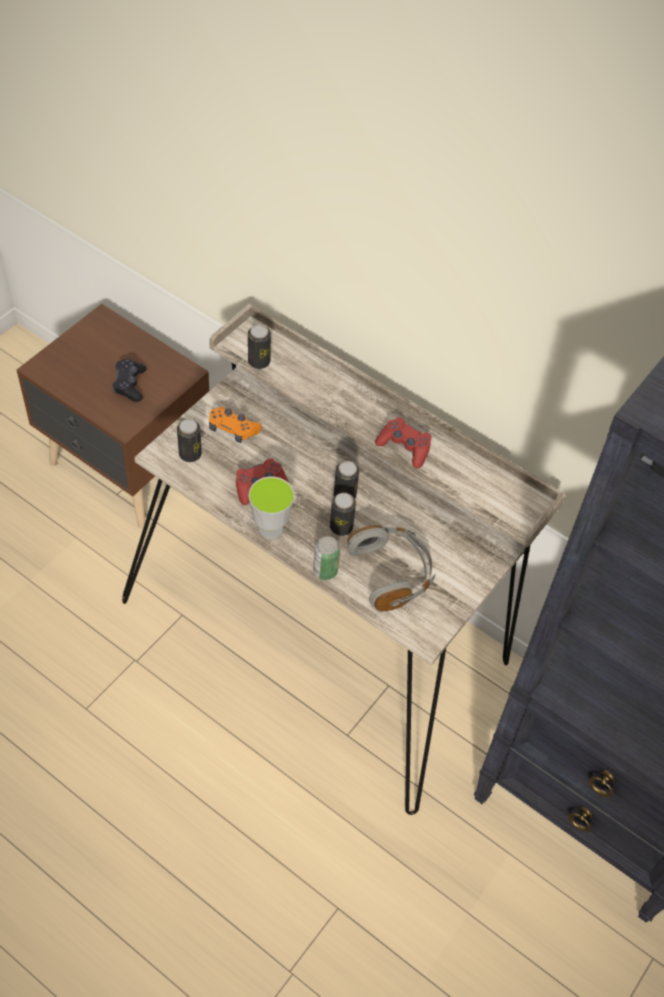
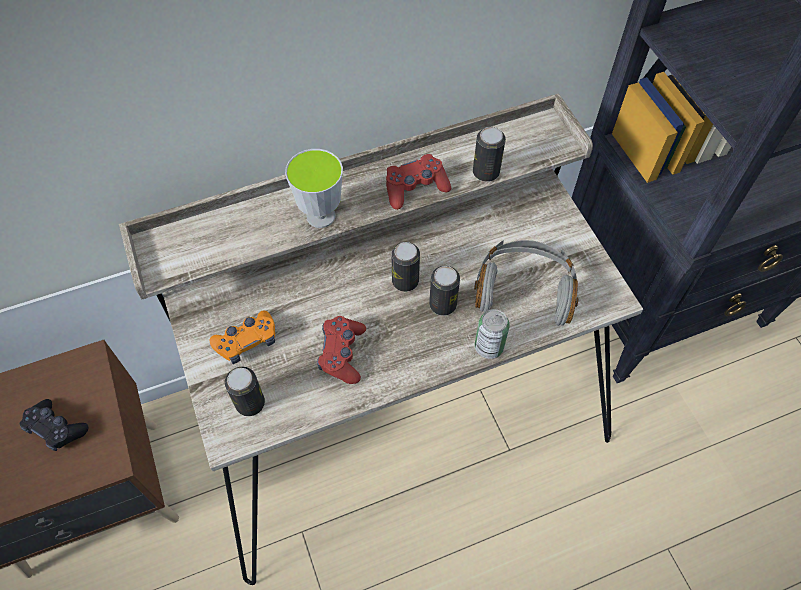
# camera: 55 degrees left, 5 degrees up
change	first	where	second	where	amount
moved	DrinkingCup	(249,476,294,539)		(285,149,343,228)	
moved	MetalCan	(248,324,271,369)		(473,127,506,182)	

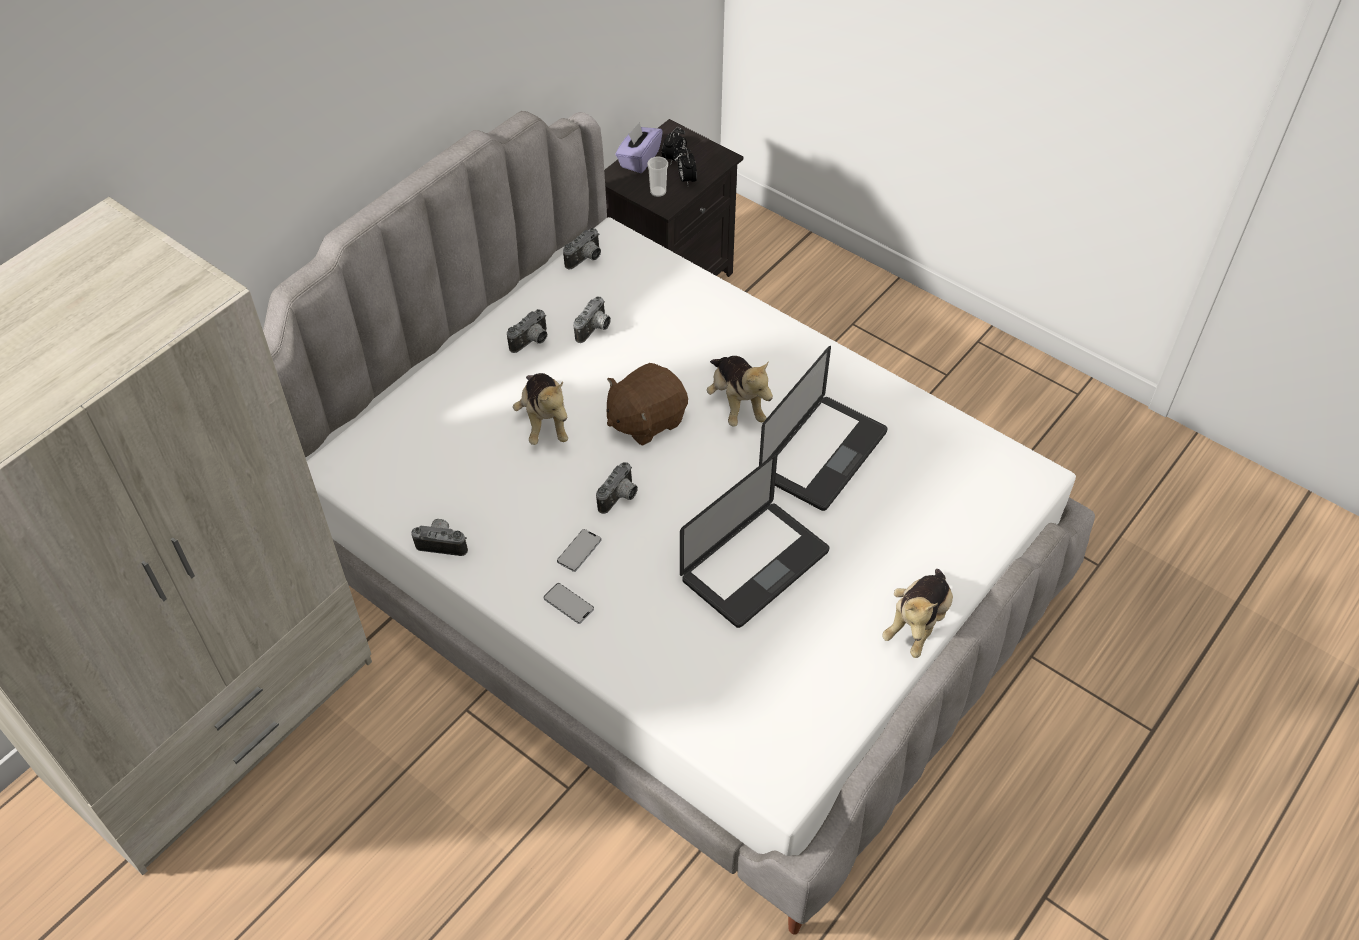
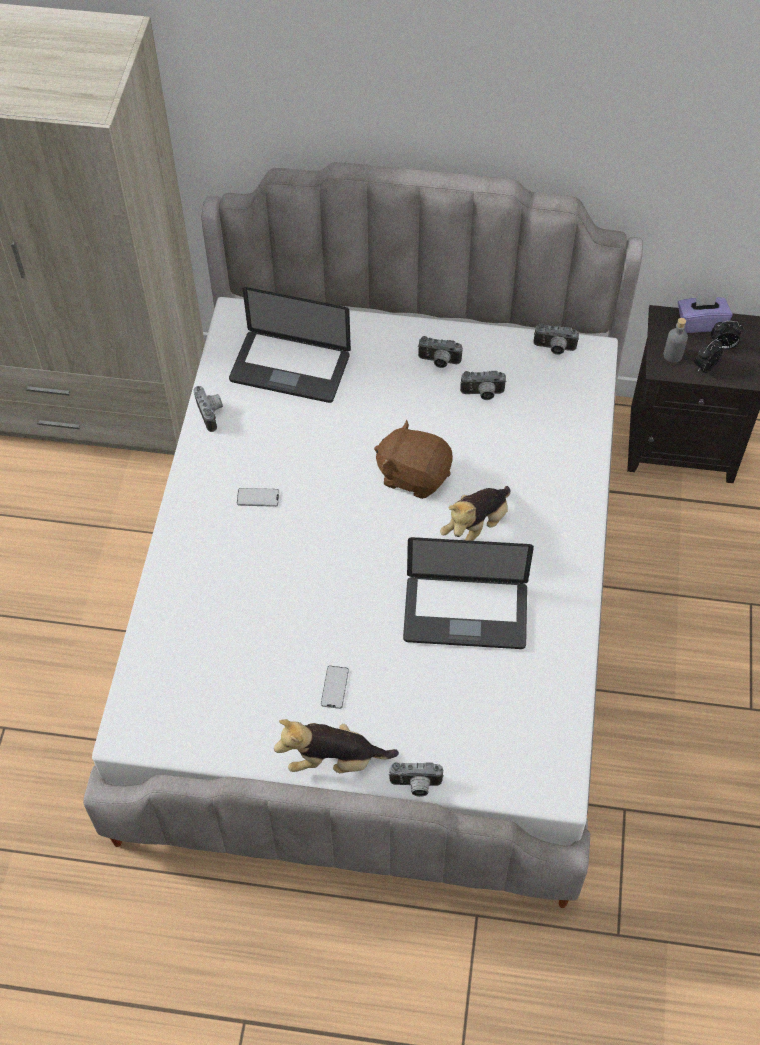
# camera: 60 degrees right, 5 degrees up
change	first	where	second	where	amount
moved	Laptop	(680,454,829,628)		(229,287,351,403)	
moved	Telephone	(544,583,594,624)		(321,666,349,709)	
moved	StillCamera	(596,462,638,514)		(389,762,444,797)	
replaced	DrinkingCup	(647,156,668,197)	GrayDrinkBottle	(663,318,688,363)	
removed	PlushToy	(513,373,568,445)			

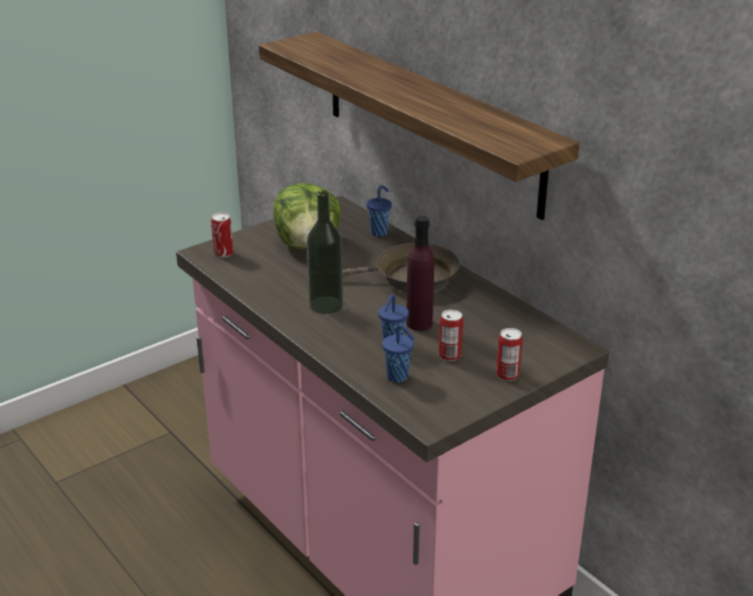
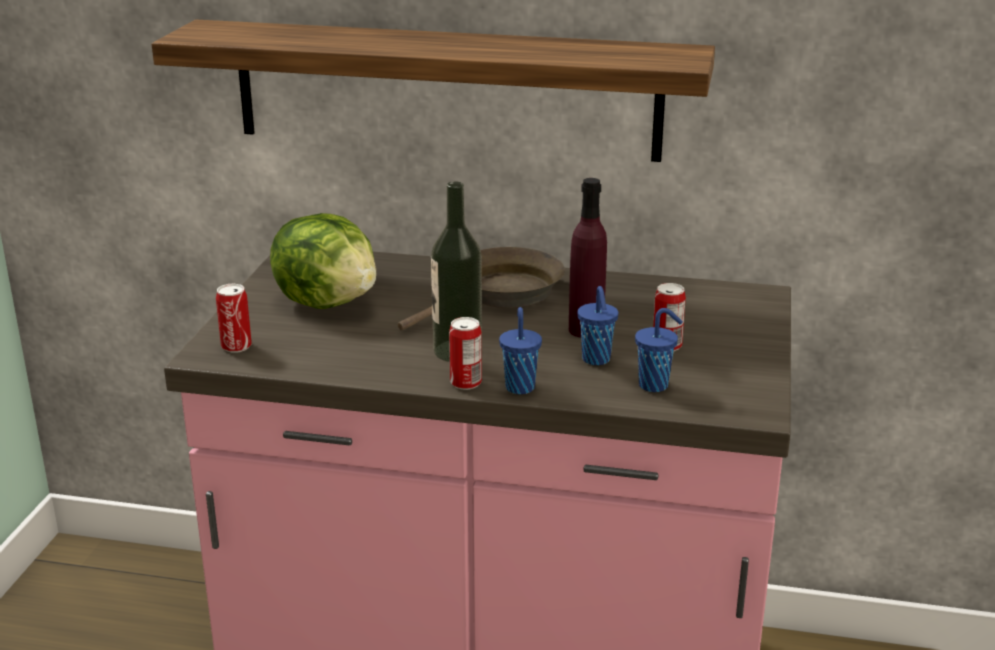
# camera: 40 degrees left, 5 degrees down
change	first	where	second	where	amount
moved	MetalCan	(496,328,523,381)		(449,317,482,390)	
moved	BlueColouredDrinkingCup	(366,185,392,237)		(499,307,542,394)	

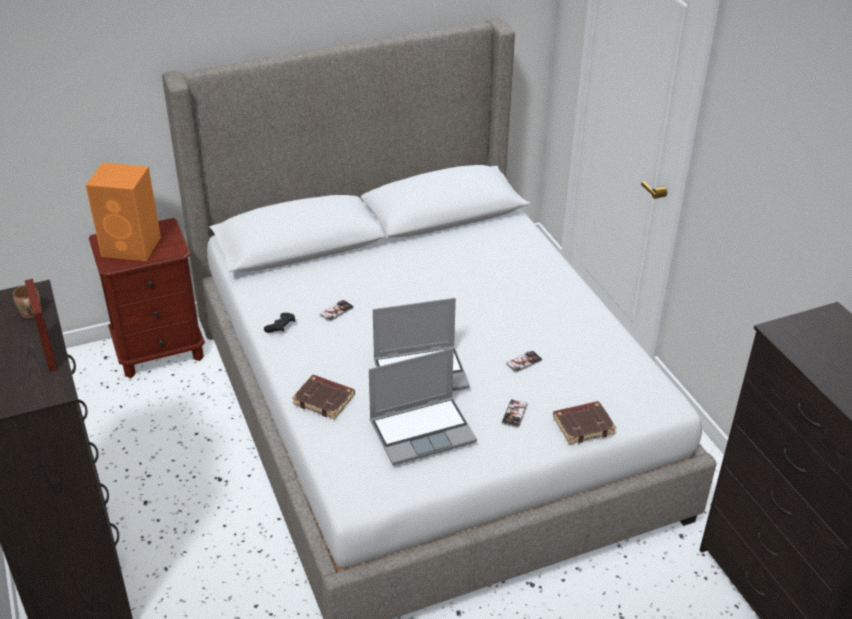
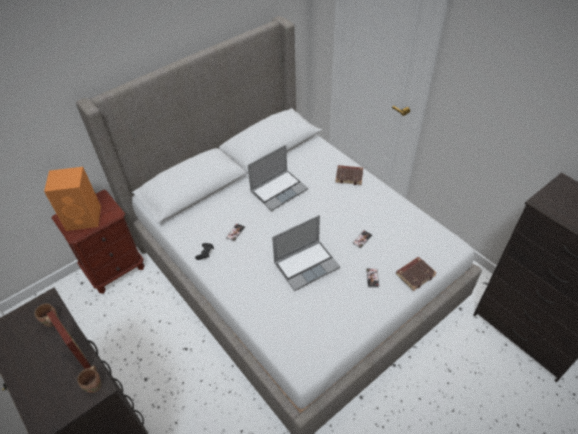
# camera: 15 degrees left, 10 degrees up
change	first	where	second	where	amount
added			BrownMug	(77,365,101,393)	
moved	Laptop	(369,348,477,465)		(248,144,308,211)	
moved	BrownBoundBook	(292,375,355,419)		(336,165,363,185)	

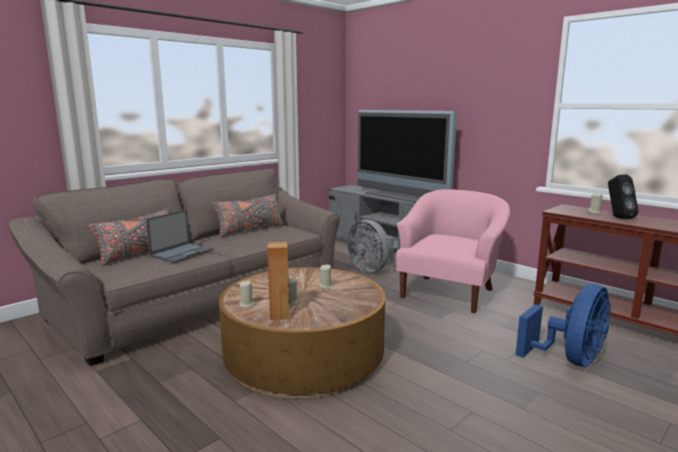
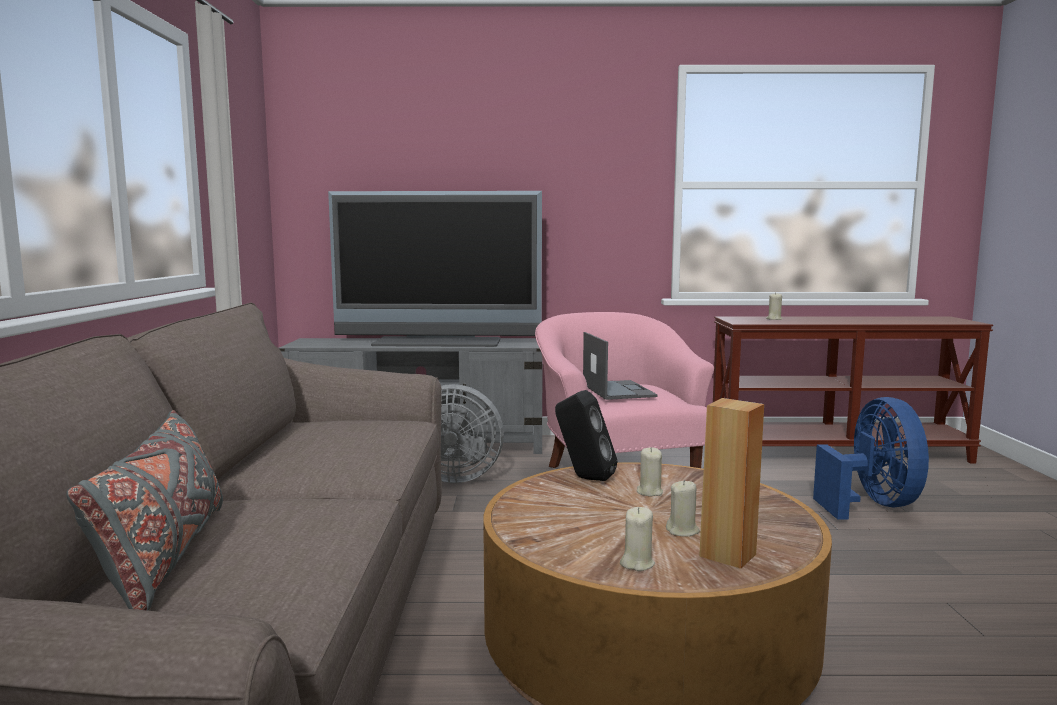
# camera: 45 degrees left, 5 degrees down
change	first	where	second	where	amount
moved	BlackColouredSpeaker	(608,174,638,219)		(555,390,617,481)	
moved	Laptop	(146,210,213,263)		(583,332,658,400)	
removed	GrayCushion	(212,193,284,237)			

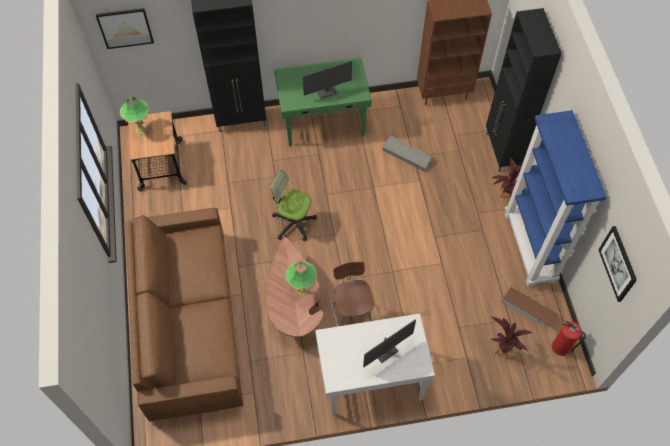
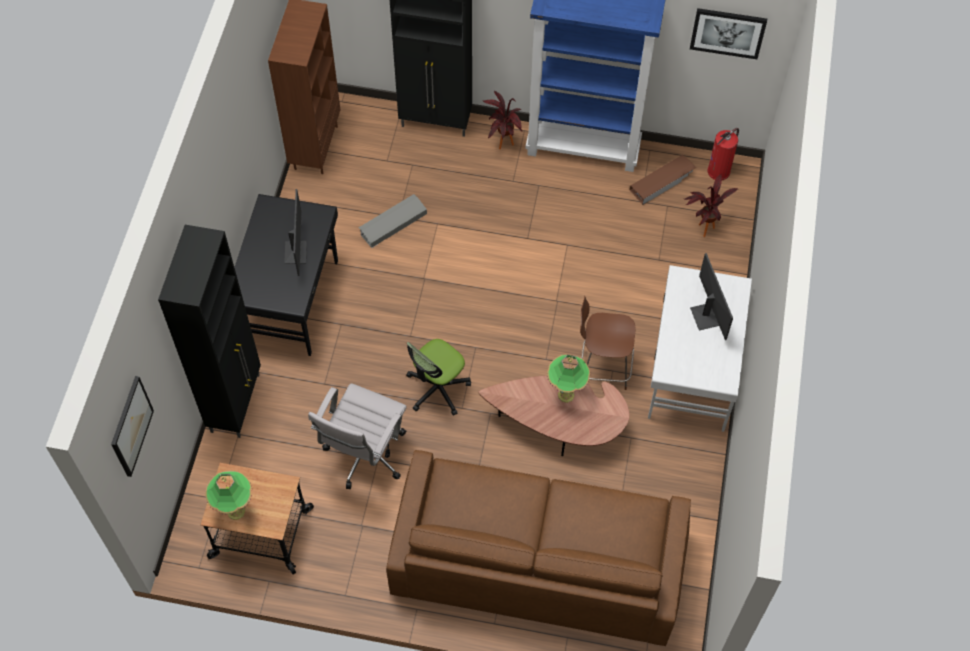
# camera: 70 degrees left, 0 degrees up
change	first	where	second	where	amount
recoloured	GreenColouredDeskUnit	(274,58,372,147)	BlackColouredDeskUnit	(234,194,338,356)	
added			WhitishComputerChair	(308,383,407,489)	

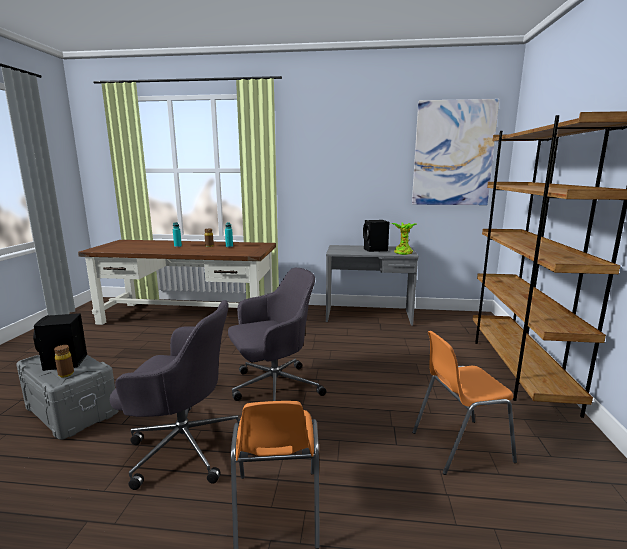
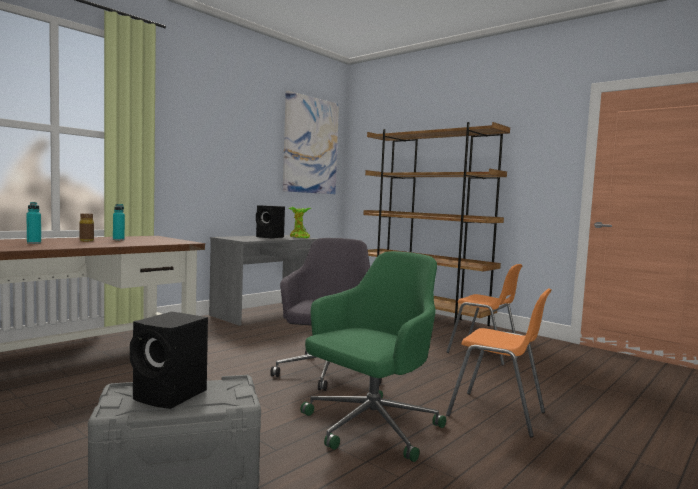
# camera: 55 degrees left, 10 degrees down
change	first	where	second	where	amount
recoloured	GrayComputerChair	(110,300,241,490)	GreenColouredComputerChair	(300,251,446,462)	
turned	OrangeChair	(412,331,517,475)		(447,264,523,365)	75 degrees counterclockwise
removed	BrownDrinkBottle	(54,345,74,377)			

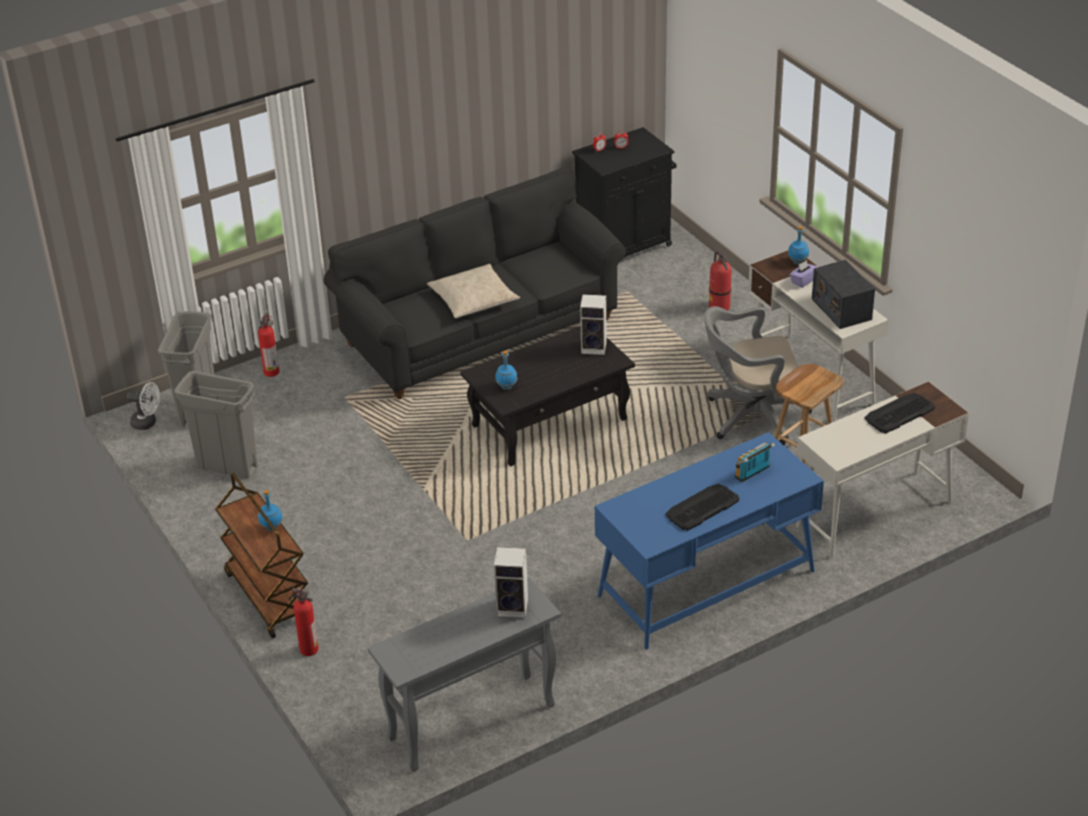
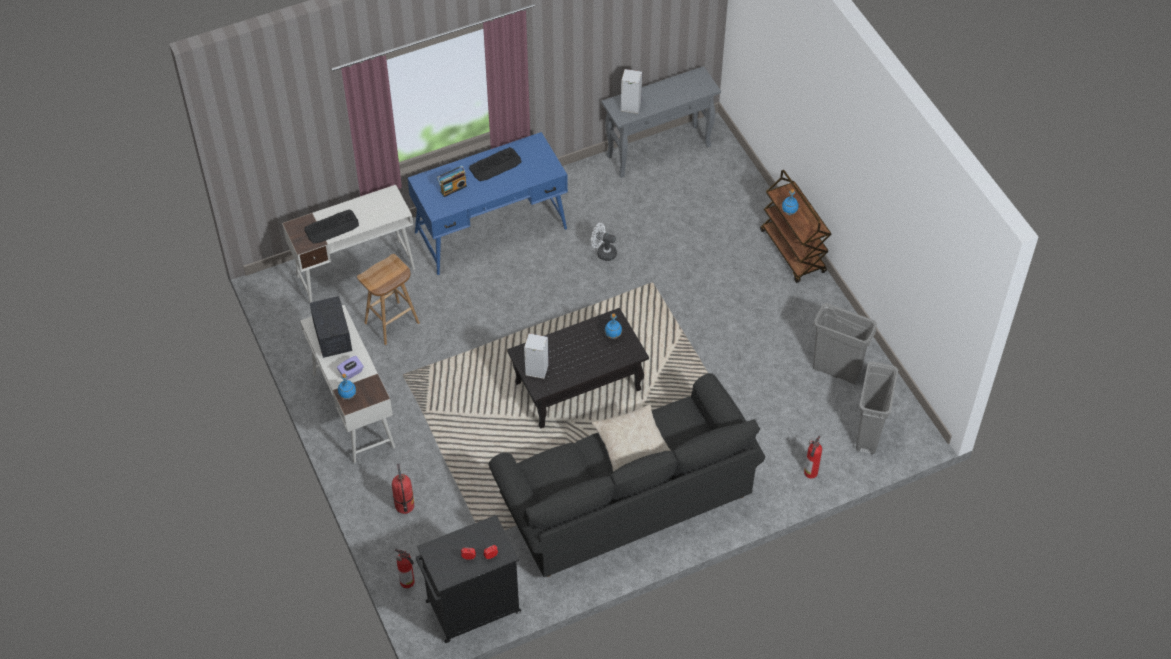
# camera: 175 degrees left, 15 degrees up
change	first	where	second	where	amount
moved	FireExtinguisher	(289,587,319,656)		(395,549,415,588)	
moved	WhitishFan	(127,382,160,430)		(591,223,617,261)	
removed	GrayComputerChair	(704,306,812,445)			

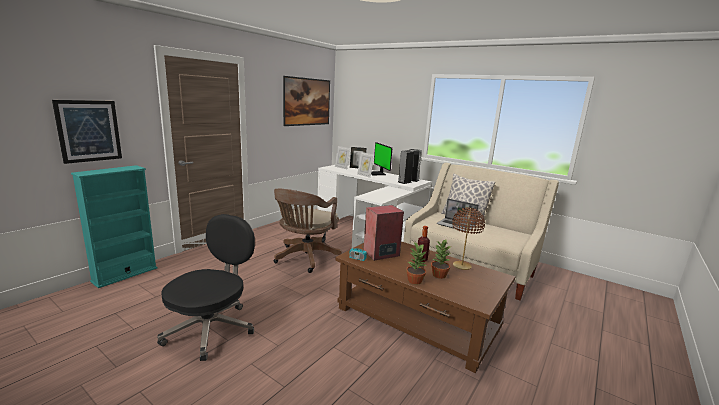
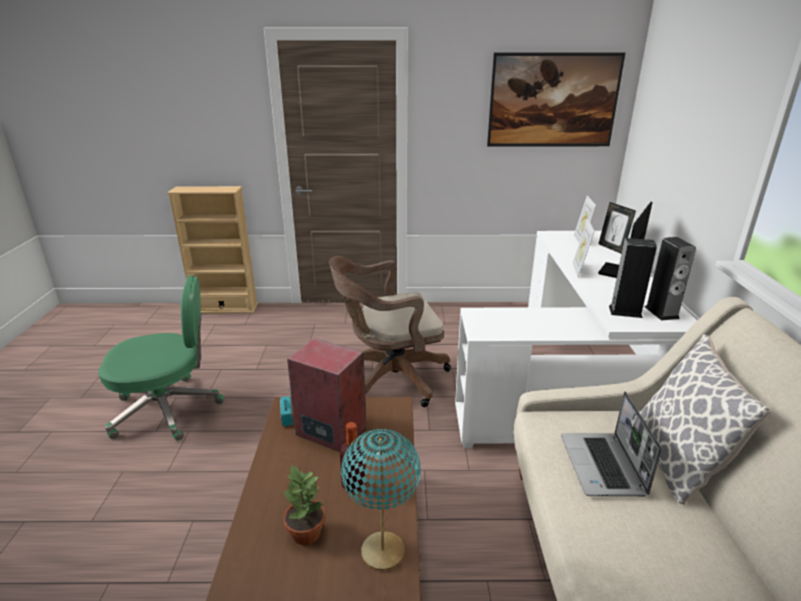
# camera: 55 degrees right, 10 degrees up
change	first	where	second	where	amount
recoloured	BlackColouredComputerChair	(157,214,255,361)	GreenColouredComputerChair	(98,276,225,441)	
recoloured	TurquoiseShelvingUnit	(71,165,158,288)	BeigeShelvingUnit	(167,186,258,313)	
recoloured	BrownLampForATable	(452,207,485,270)	TurquoiseLampForATable	(341,429,421,570)	
removed	Picture	(52,100,122,164)			
removed	Houseplant	(406,242,427,285)			

